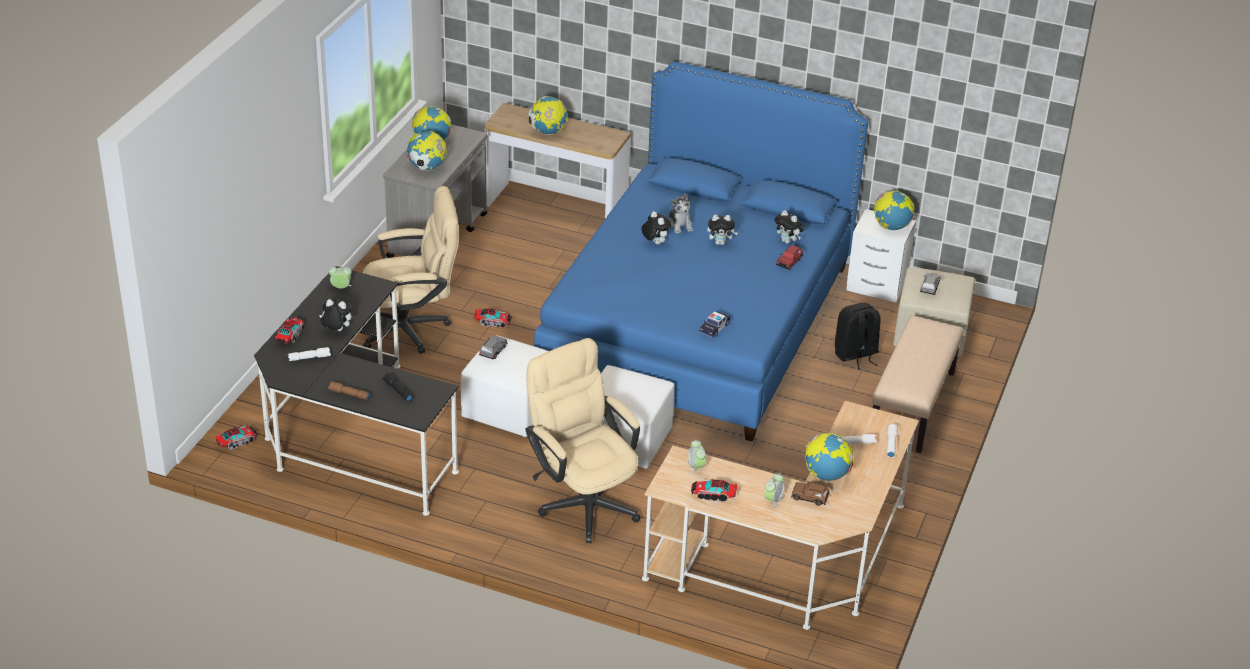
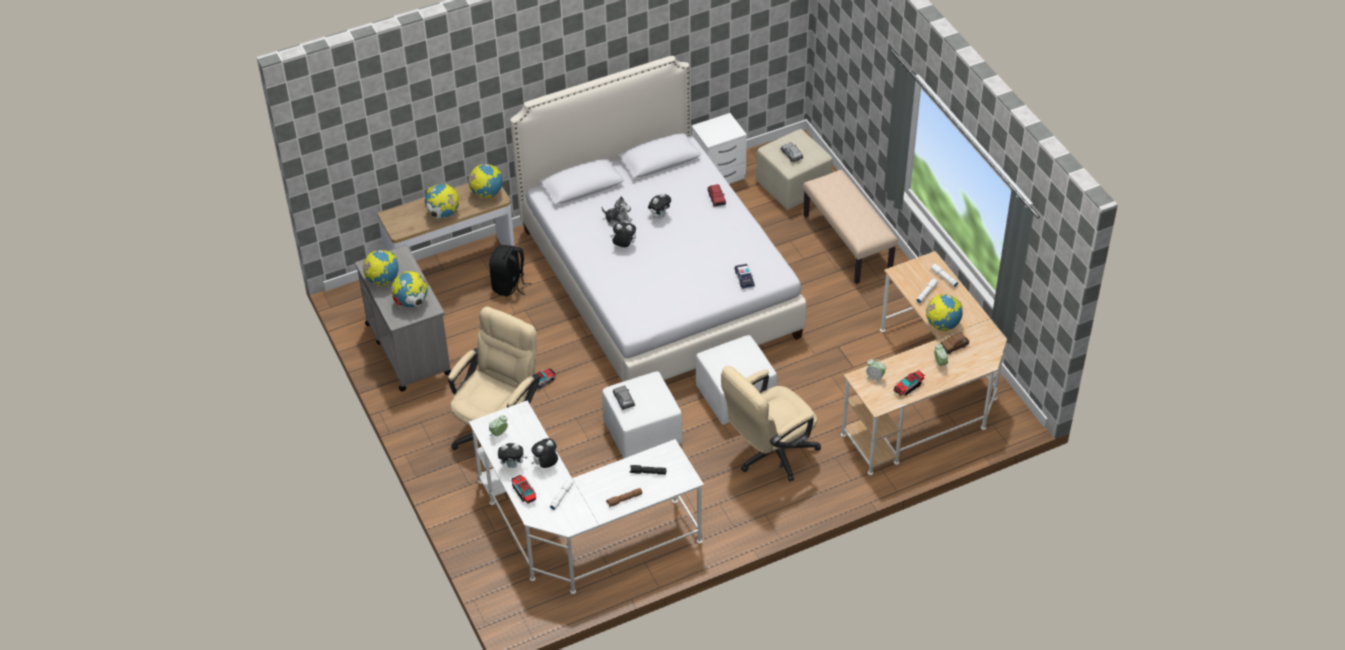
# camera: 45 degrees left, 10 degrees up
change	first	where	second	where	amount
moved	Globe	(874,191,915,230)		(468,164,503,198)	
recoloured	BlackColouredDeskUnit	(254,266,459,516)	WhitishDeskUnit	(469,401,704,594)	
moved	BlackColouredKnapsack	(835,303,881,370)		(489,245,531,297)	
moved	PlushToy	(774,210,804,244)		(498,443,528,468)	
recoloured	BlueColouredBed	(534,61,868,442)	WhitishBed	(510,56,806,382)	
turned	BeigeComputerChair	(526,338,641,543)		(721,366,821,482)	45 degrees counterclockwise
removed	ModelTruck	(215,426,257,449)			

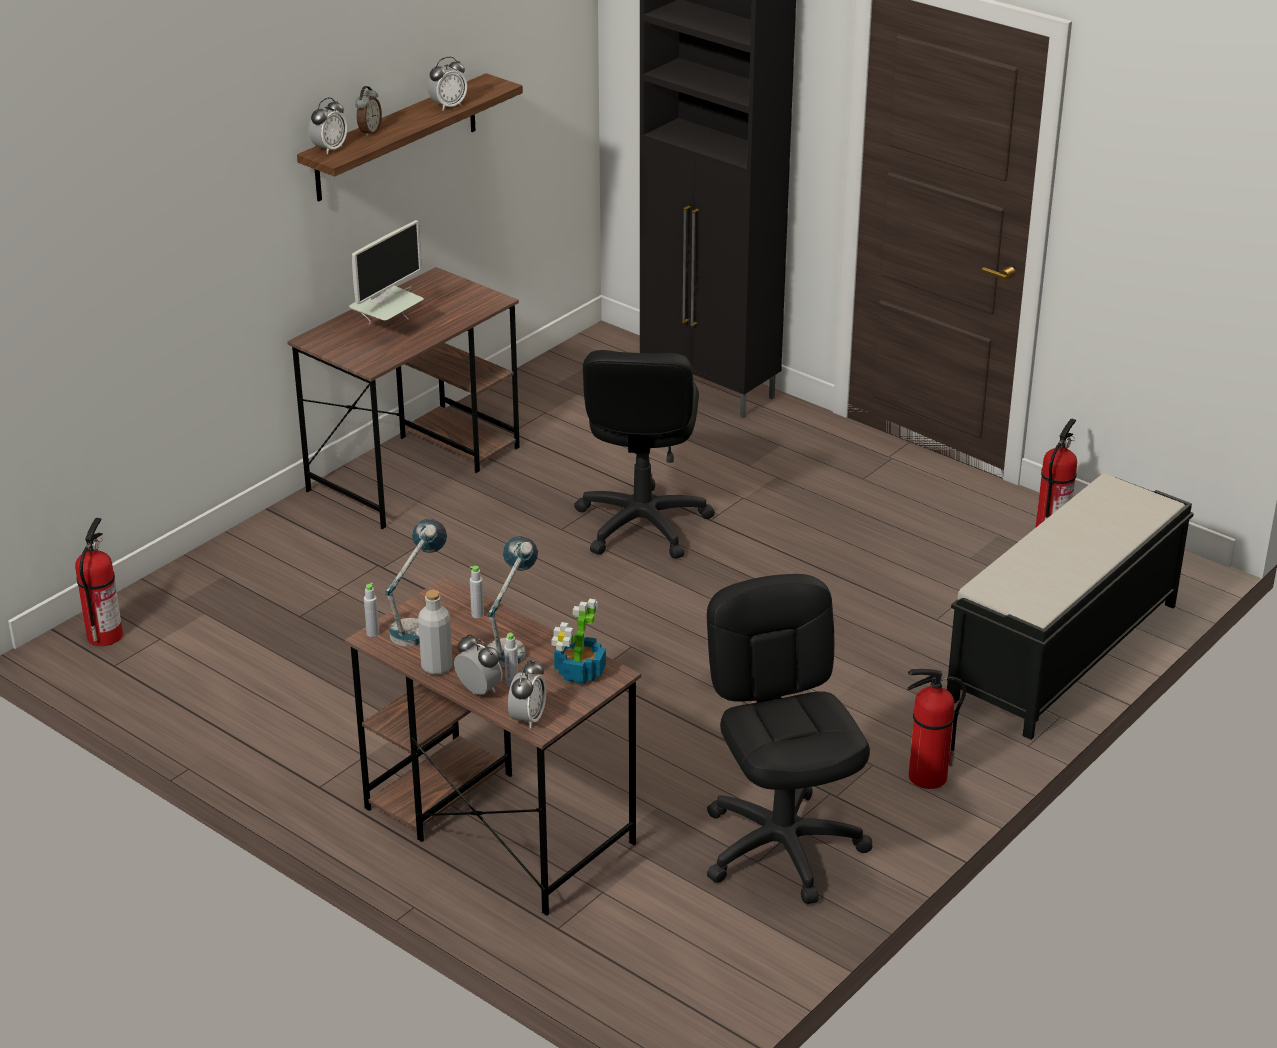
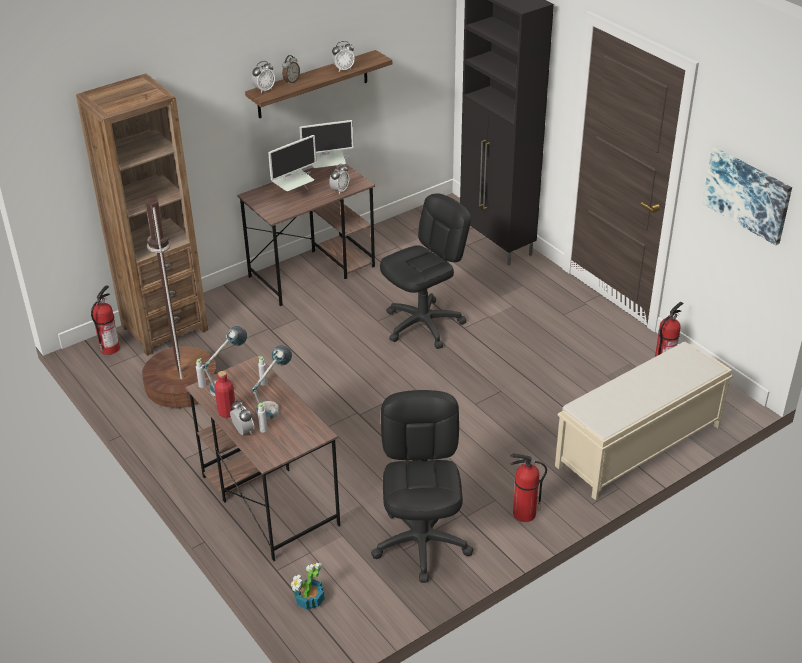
# camera: 15 degrees right, 5 degrees up
change	first	where	second	where	amount
added			BrownShelvingUnit	(76,73,208,356)	
added			BrownFloorLamp	(142,198,217,409)	
recoloured	GrayDrinkBottle	(418,590,453,675)	RedDrinkBottle	(214,371,235,418)	
moved	Houseplant	(552,599,606,684)		(291,563,325,610)	
added			ComputerScreen	(300,120,354,168)	
moved	AlarmClock	(508,660,546,729)		(329,164,349,194)	
turned	BlackColouredComputerChair	(574,350,715,559)		(380,193,471,349)	150 degrees counterclockwise
recoloured	BlackColouredLongSeat	(947,474,1194,740)	BeigeLongSeat	(555,342,733,501)	
added			Picture	(702,147,792,245)	

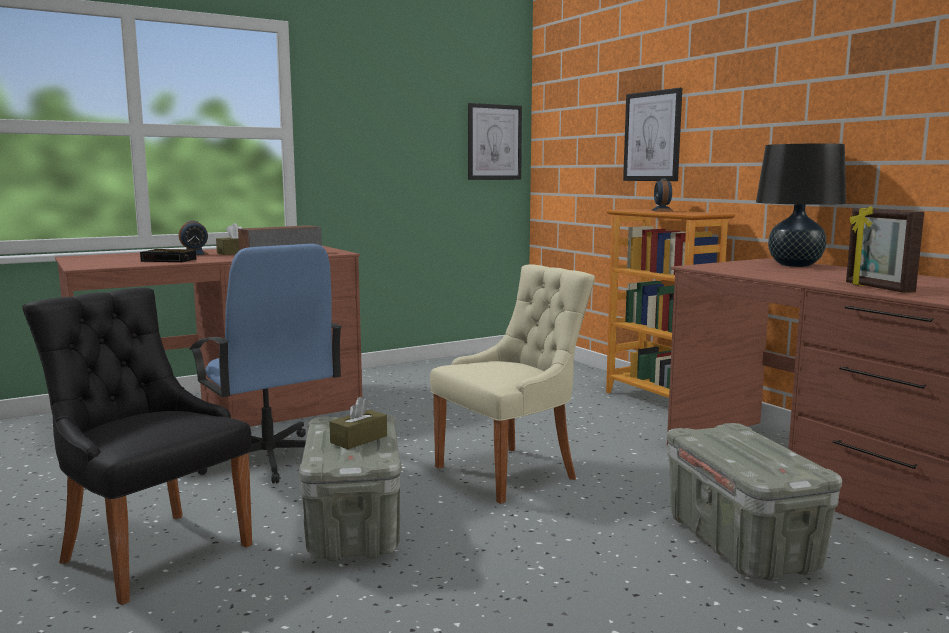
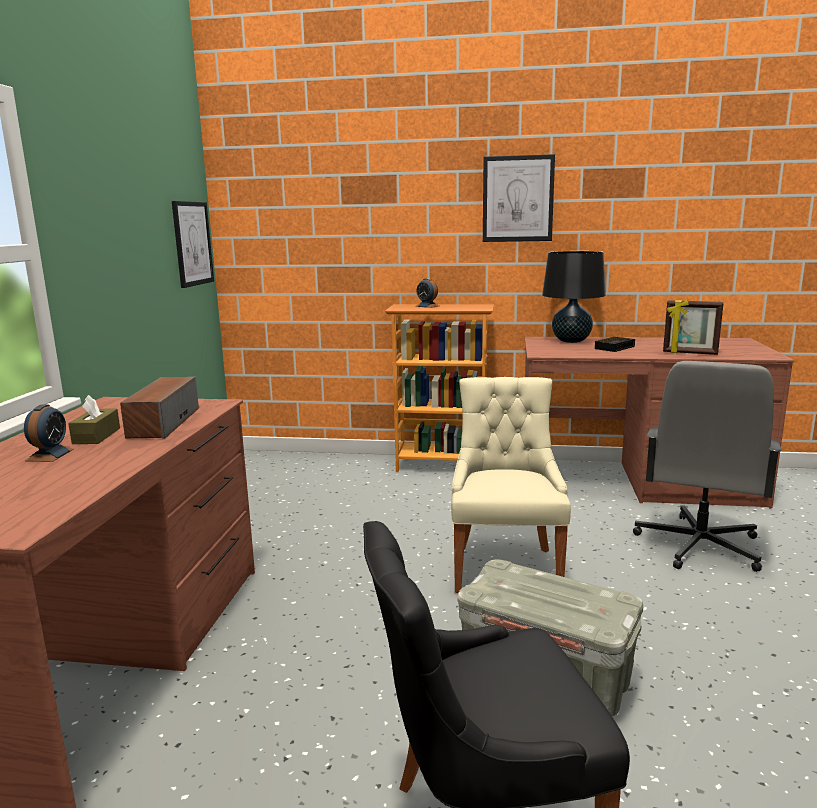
# camera: 50 degrees left, 5 degrees up
change	first	where	second	where	amount
moved	Picture	(623,88,682,181)		(483,154,555,242)	
moved	AlarmClock	(140,249,196,262)		(595,336,635,352)	
replaced	GrayStorageContainer	(667,423,842,581)	GrayComputerChair	(633,361,782,572)	
removed	BlueColouredComputerChair	(189,244,342,484)			
removed	BrownBoxOfTissues	(329,397,387,449)			

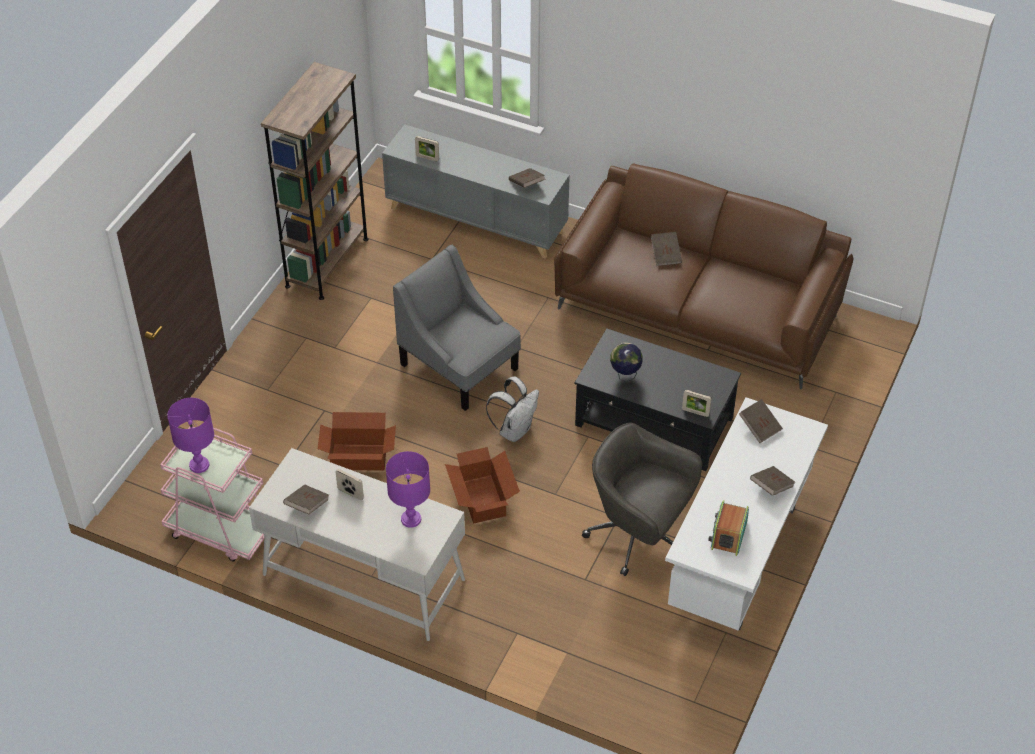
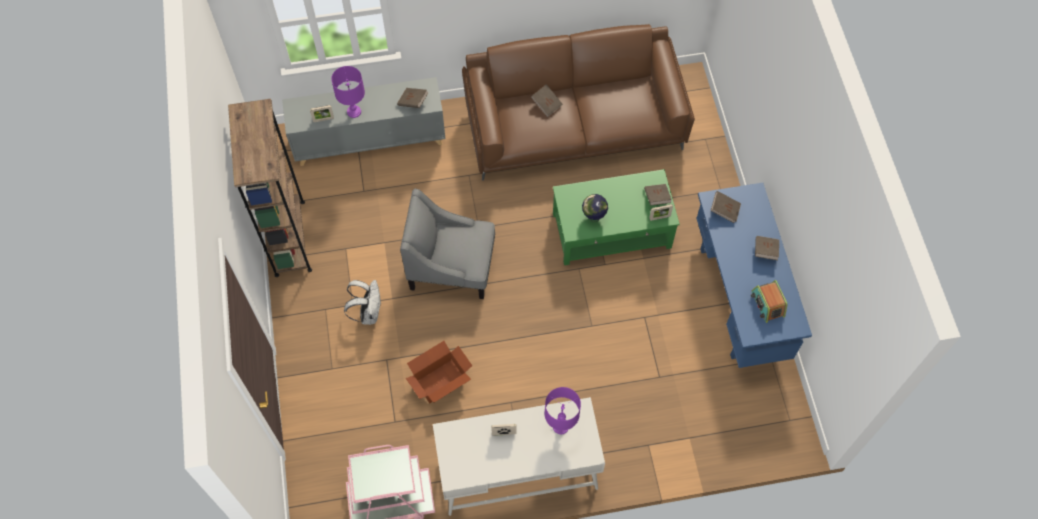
# camera: 35 degrees left, 15 degrees up
change	first	where	second	where	amount
moved	PurpleColouredLampForATable	(167,398,214,473)		(331,66,365,118)	
moved	WhitishKnapsack	(486,377,539,442)		(344,280,381,325)	
recoloured	BlackColouredLoungeTable	(575,329,741,471)	GreenColouredLoungeTable	(553,169,680,265)	
moved	BrownBoundBook	(283,485,329,514)		(644,184,672,205)	
recoloured	WhitishDeskUnit	(665,397,828,631)	BlueColouredDeskUnit	(697,183,812,368)	
removed	PackingBox	(445,447,520,524)			
removed	GrayComputerChair	(582,423,702,576)			

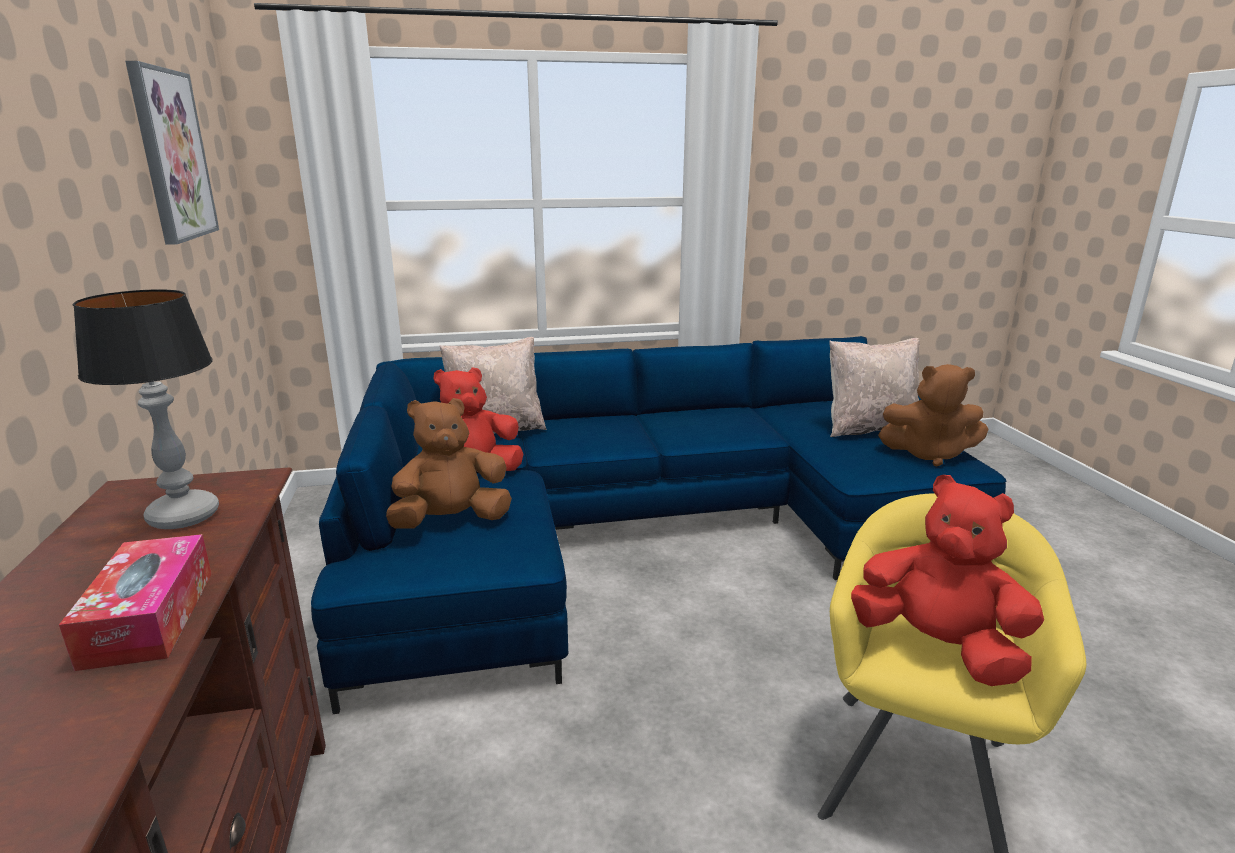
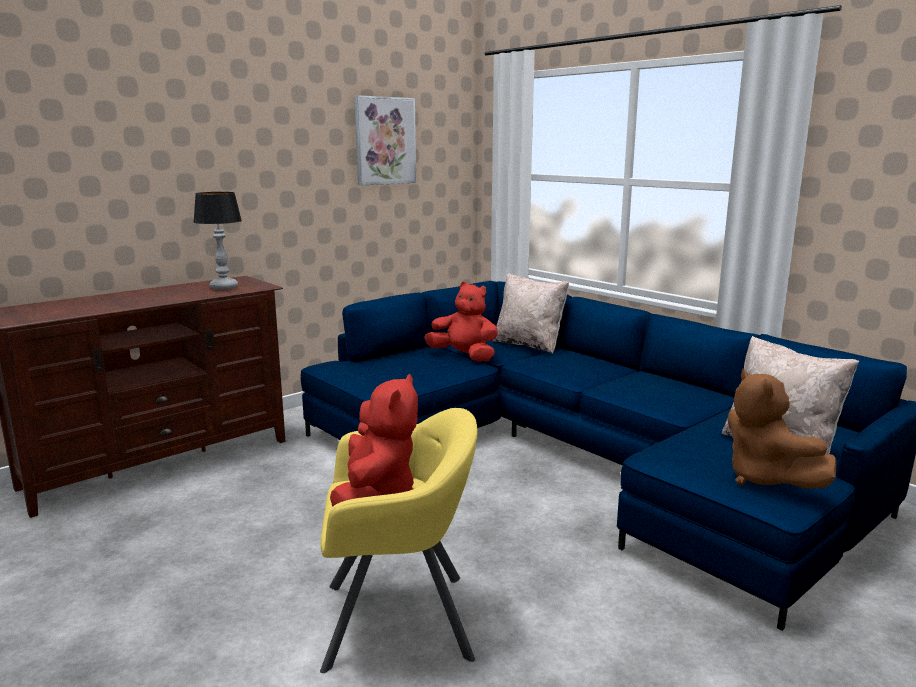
# camera: 60 degrees right, 5 degrees down
change	first	where	second	where	amount
removed	BoxOfTissues	(59,534,212,671)			
removed	BrownPlushToy	(386,398,512,529)			

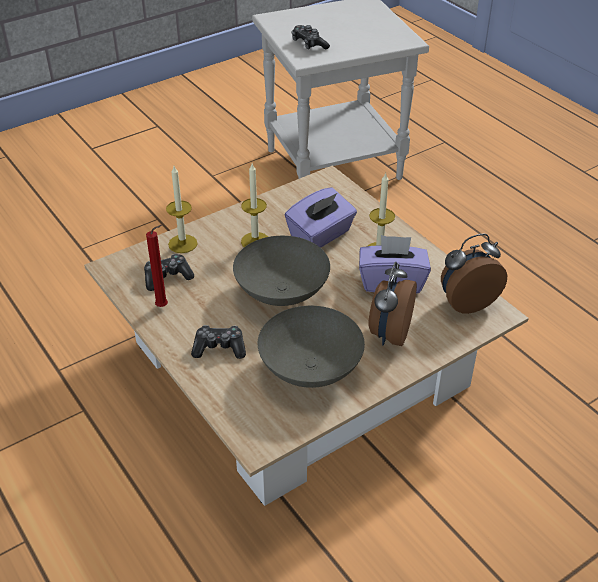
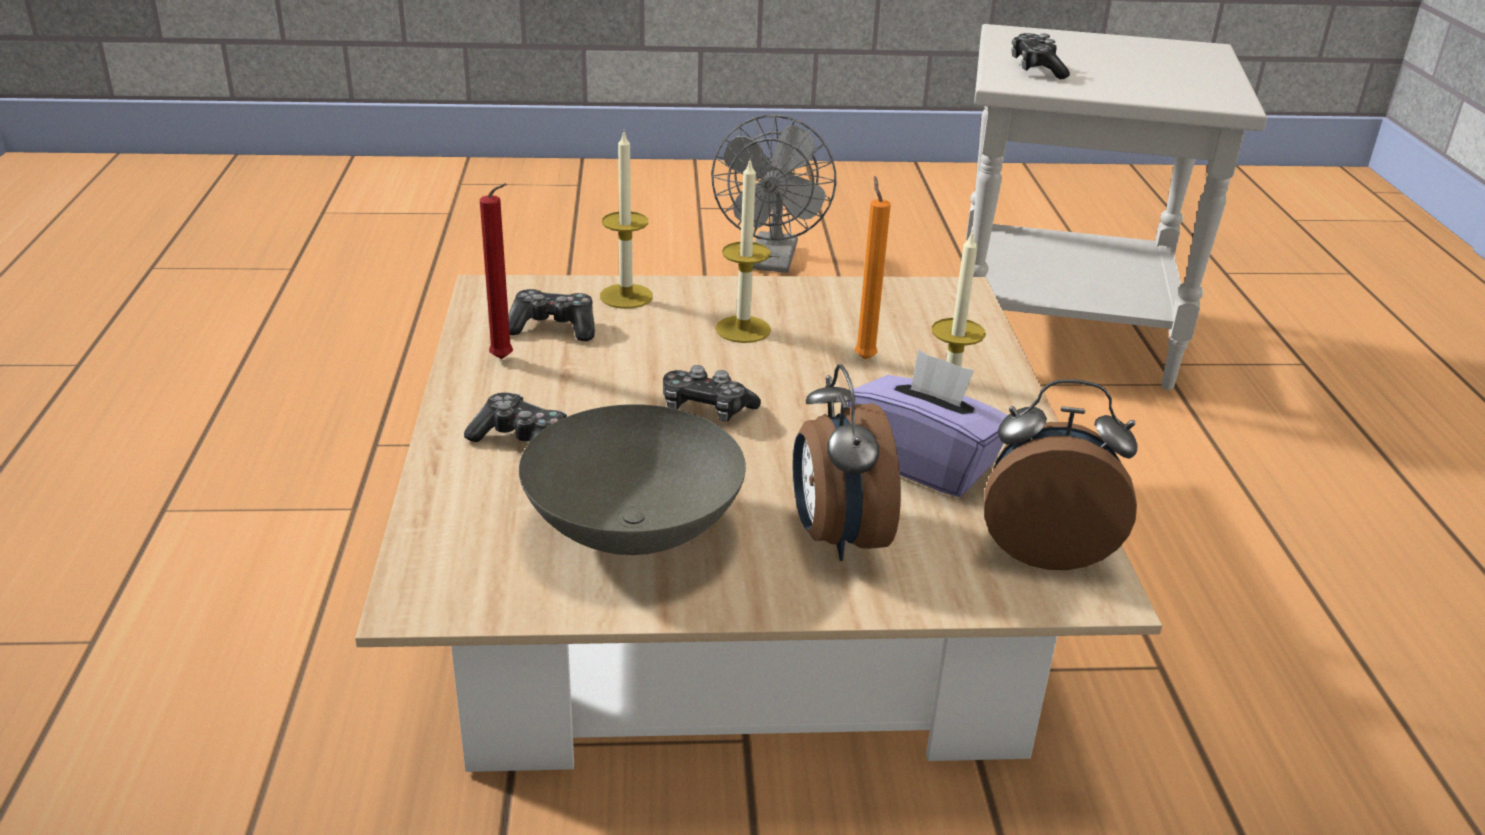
# camera: 30 degrees right, 10 degrees down
change	first	where	second	where	amount
replaced	GrayBowl	(233,236,330,306)	Joypad	(663,365,761,421)	
added			GrayFan	(711,115,836,273)	
turned	AlarmClock	(368,261,417,346)		(793,364,901,561)	60 degrees counterclockwise
replaced	PurpleColouredBoxOfTissues	(285,187,357,248)	OrangeWaxCandle	(855,176,891,359)	

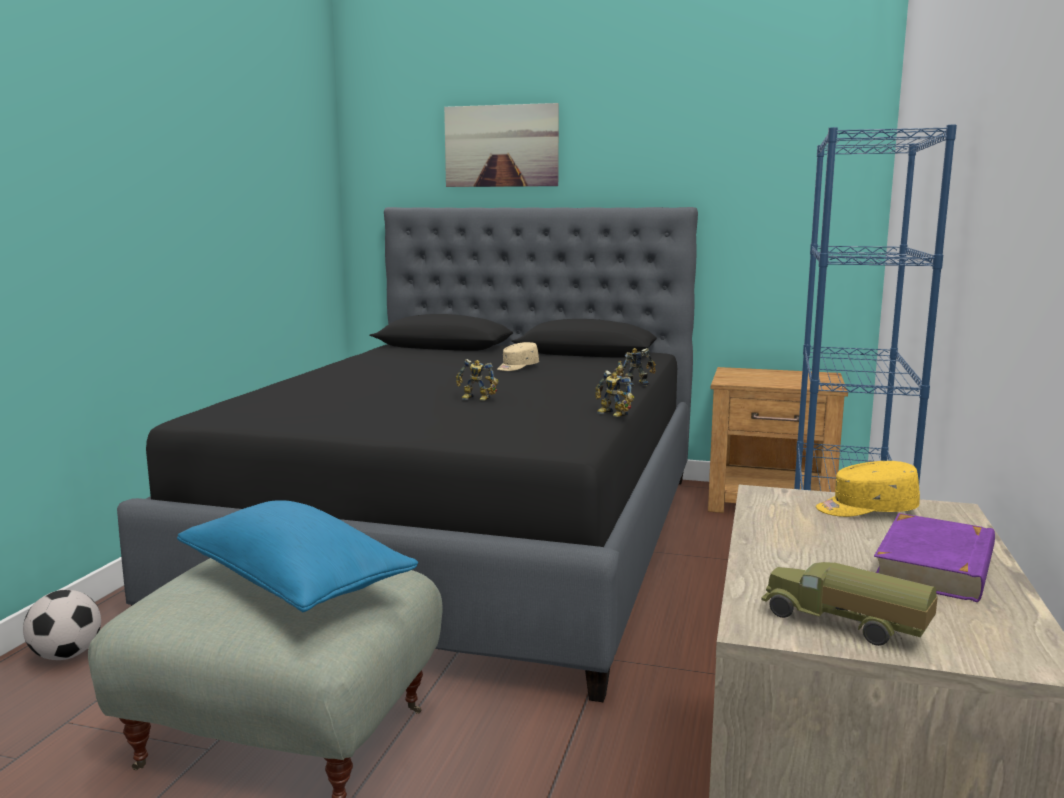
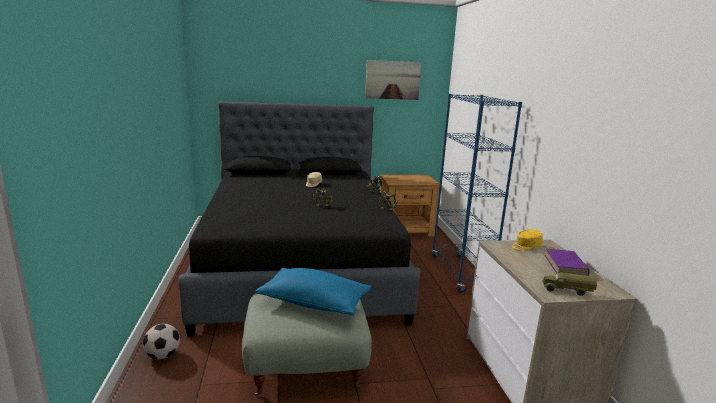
# camera: 25 degrees left, 5 degrees up
change	first	where	second	where	amount
moved	Picture	(444,103,559,187)		(365,60,421,100)	

